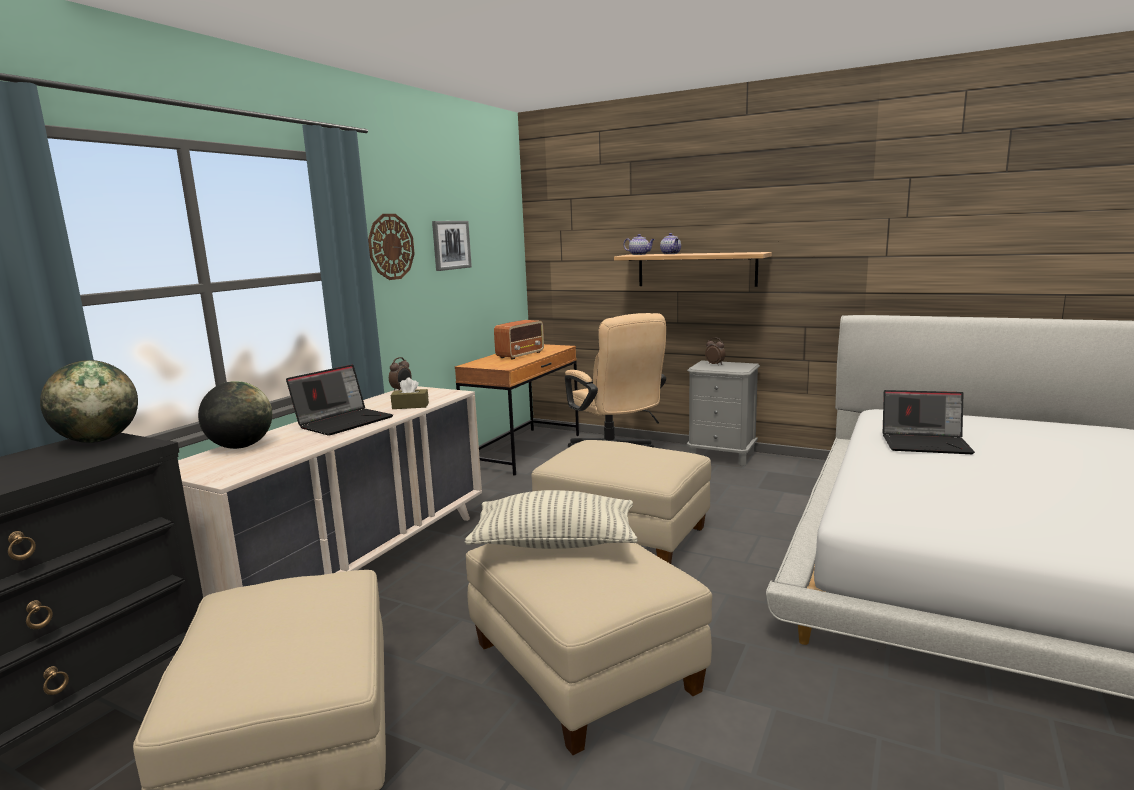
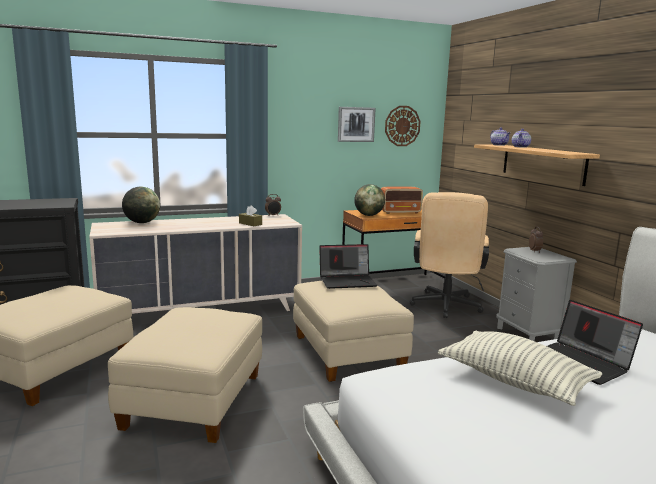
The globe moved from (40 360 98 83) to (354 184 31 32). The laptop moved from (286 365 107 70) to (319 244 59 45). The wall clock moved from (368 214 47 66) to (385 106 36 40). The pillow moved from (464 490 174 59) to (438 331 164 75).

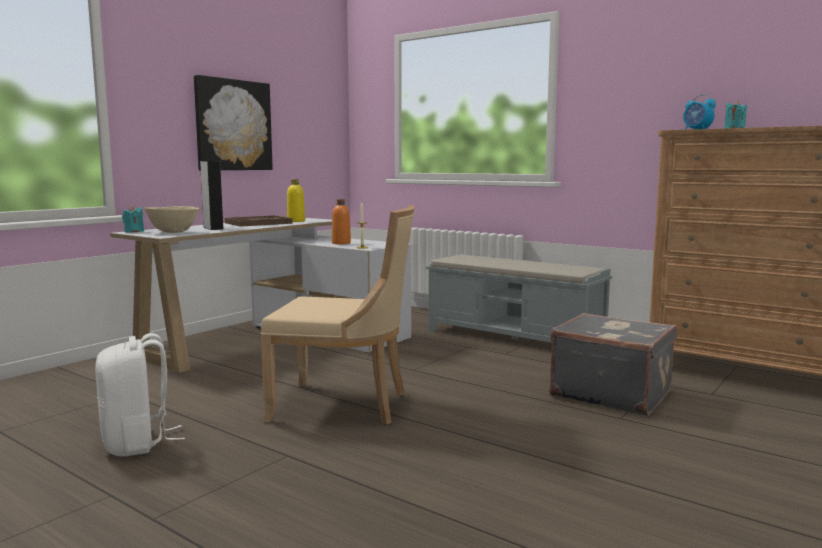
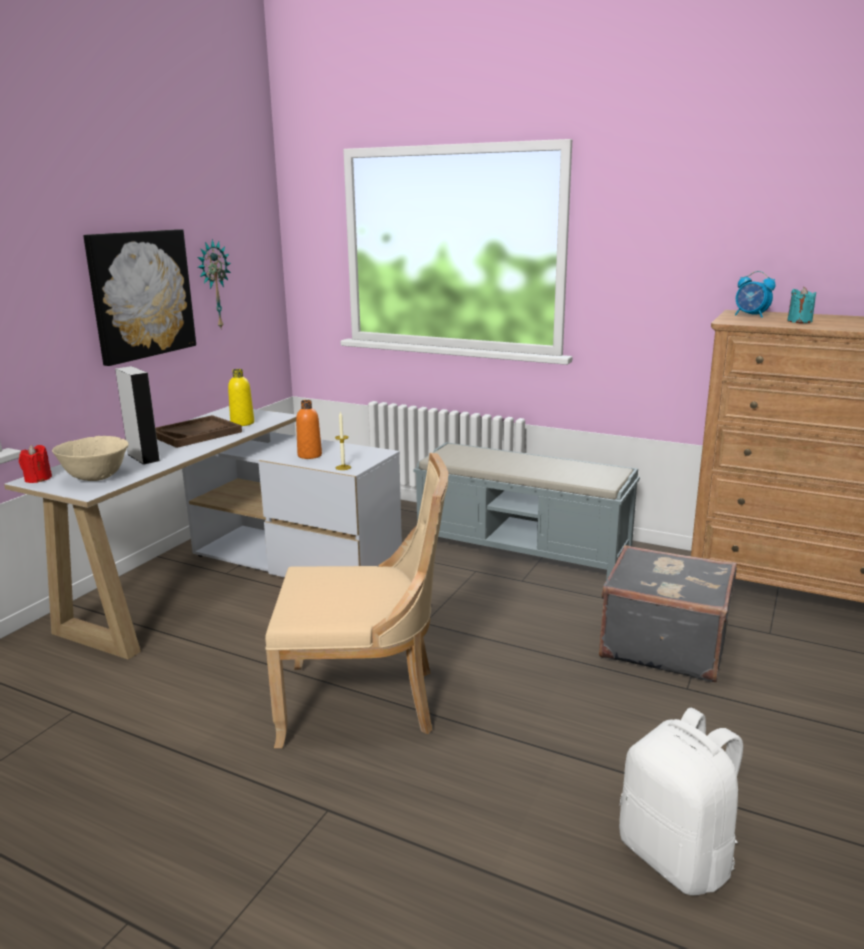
The wall clock at (198 239 33 89) appeared. The backpack (white) moved from (95 333 90 124) to (619 708 124 187). The candle (turquoise) at (122 206 22 27) became the candle (red) at (19 445 33 38).

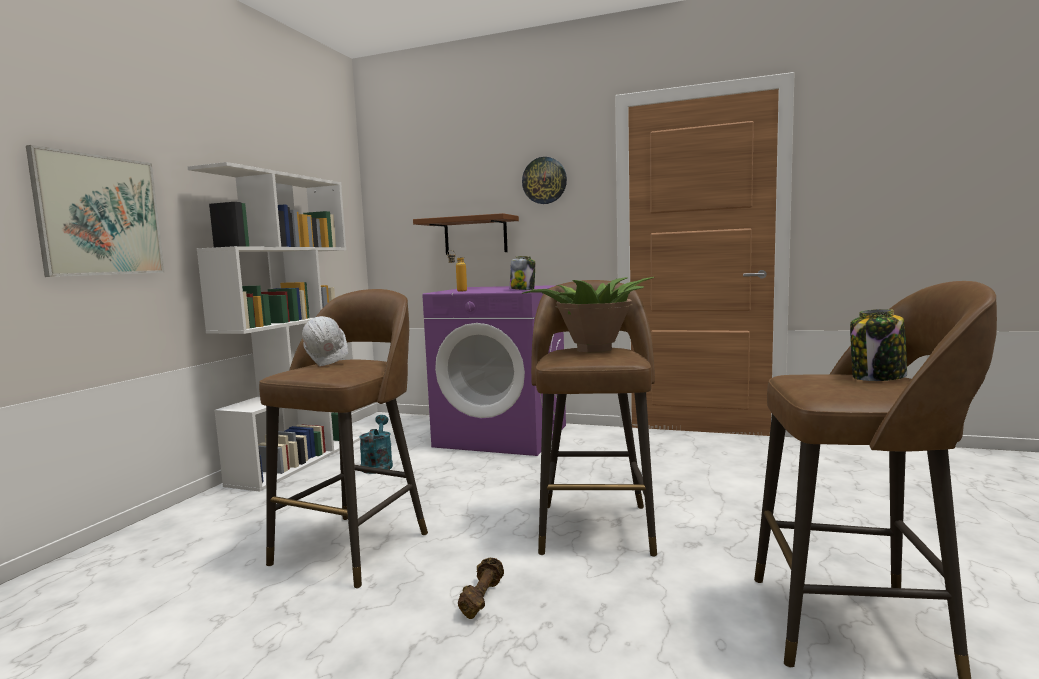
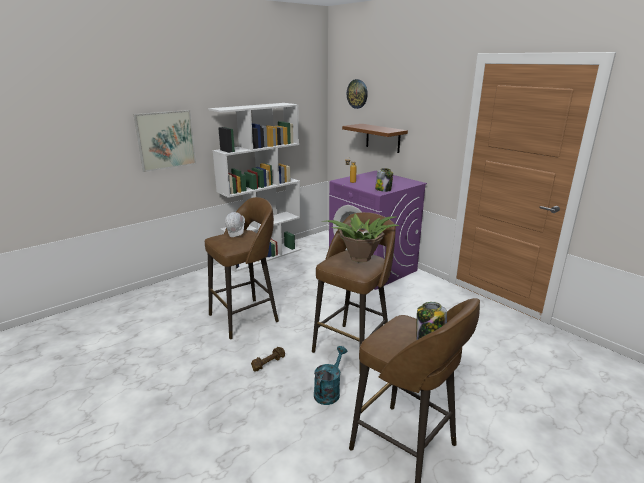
The watering can (turquoise) moved from (360 415 33 59) to (314 346 33 59). The wall clock moved from (522 157 45 47) to (347 79 21 30).

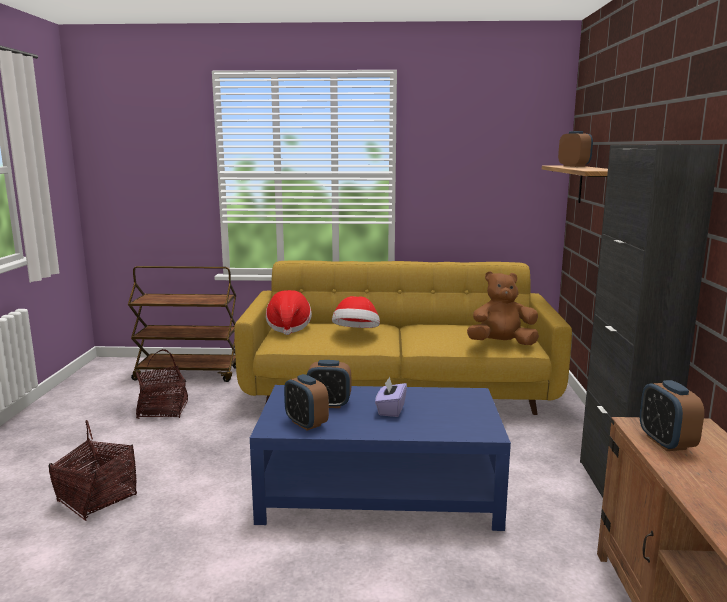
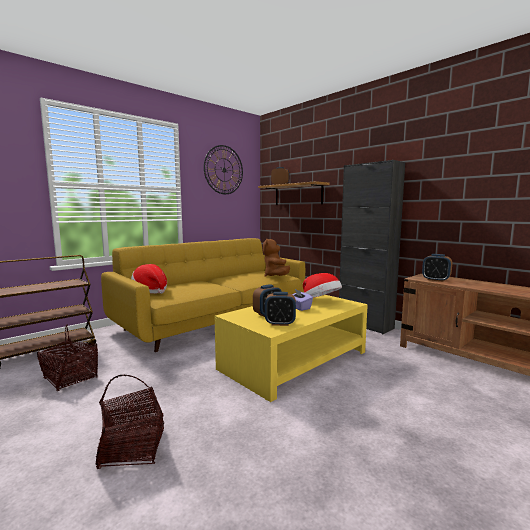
The wall clock at (204 145 39 49) appeared. The hat moved from (332 296 48 32) to (303 273 39 25). The coffee table (blue) at (250 385 261 146) became the coffee table (yellow) at (215 295 153 107). The plush toy (brown) at (467 271 72 74) turned 45 degrees counterclockwise.

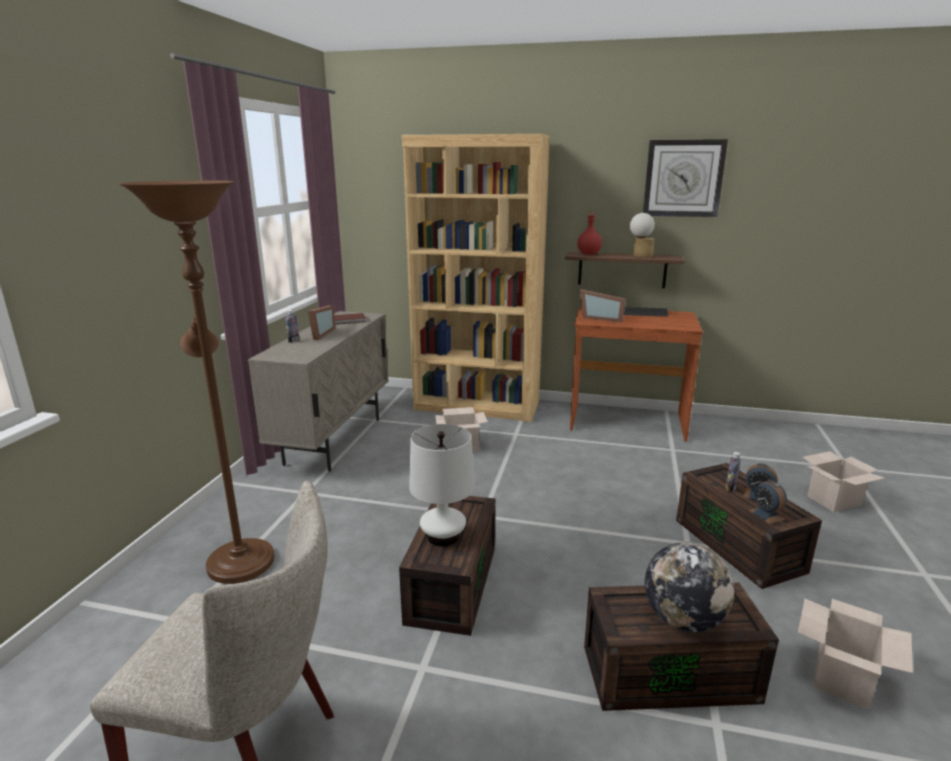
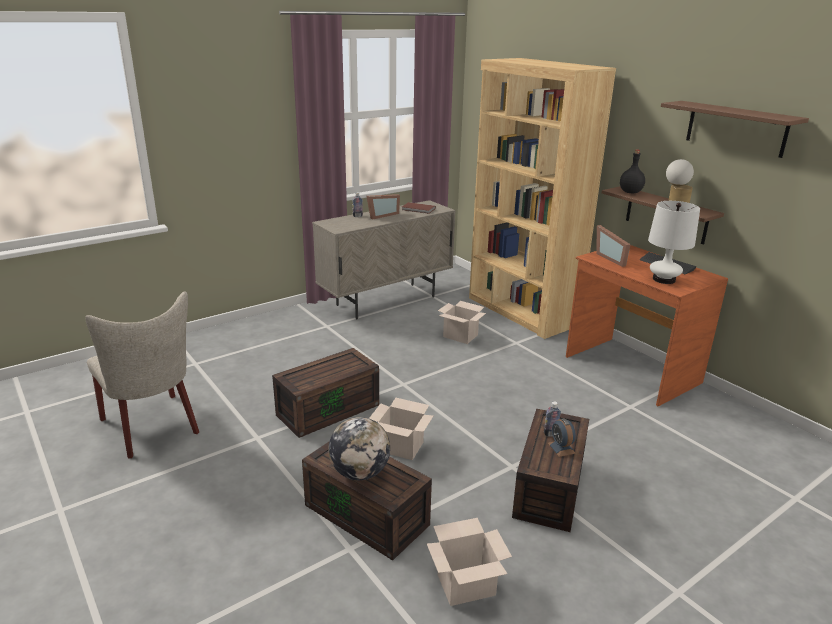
The floor lamp (brown) at (119 180 156 404) disappeared. The alarm clock at (749 480 38 44) disappeared. The table lamp (white) moved from (409 424 66 123) to (648 201 52 83). The cardboard box moved from (802 451 83 61) to (369 398 64 62). The wall clock at (643 139 85 78) was replaced by the shelf (brown) at (661 101 148 57). The bottle (red) at (578 212 24 43) became the bottle (black) at (620 150 25 43).

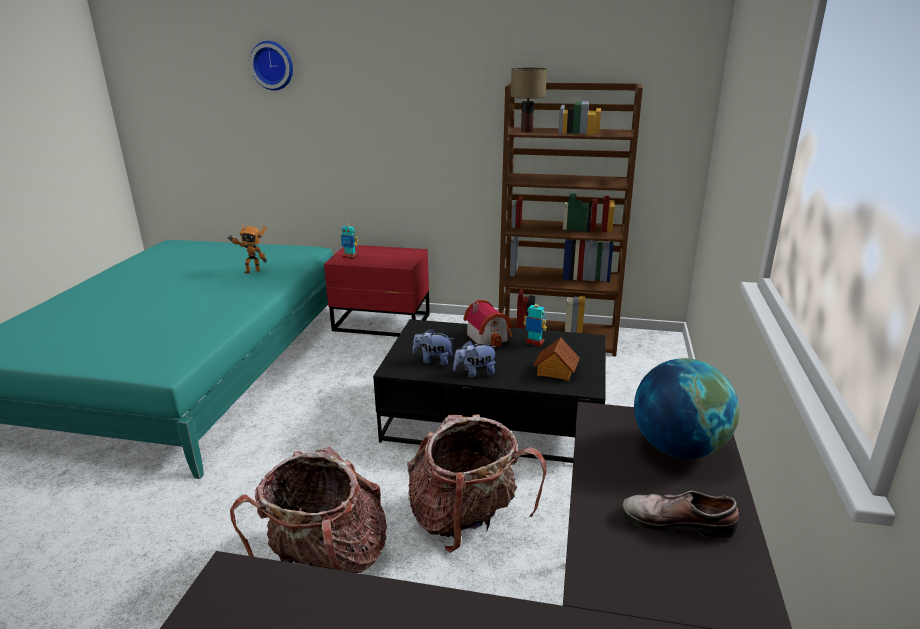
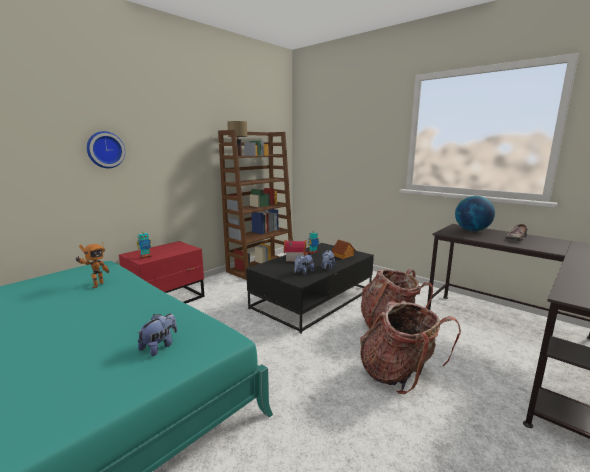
The plush toy at (137 313 40 43) appeared. The wall clock moved from (250 41 43 50) to (87 131 38 37).

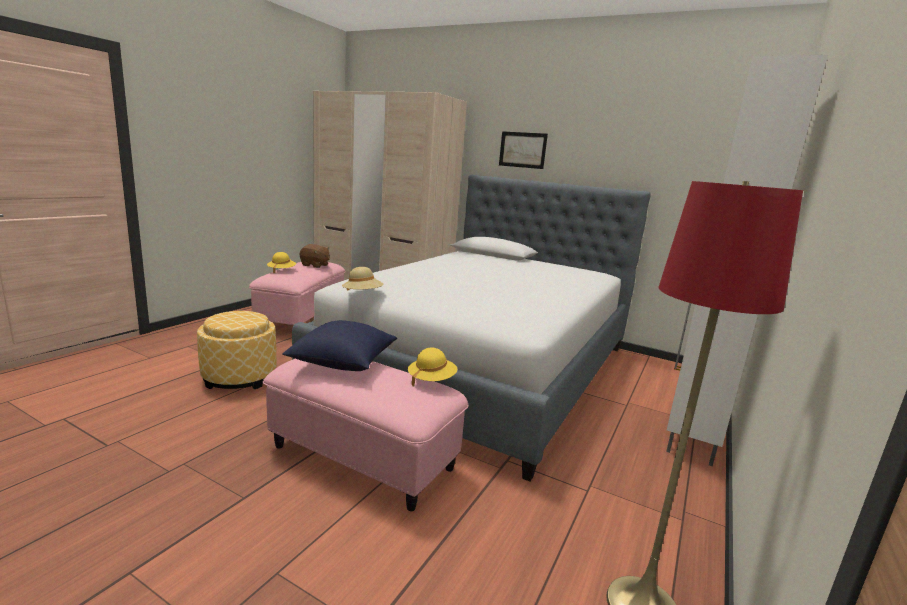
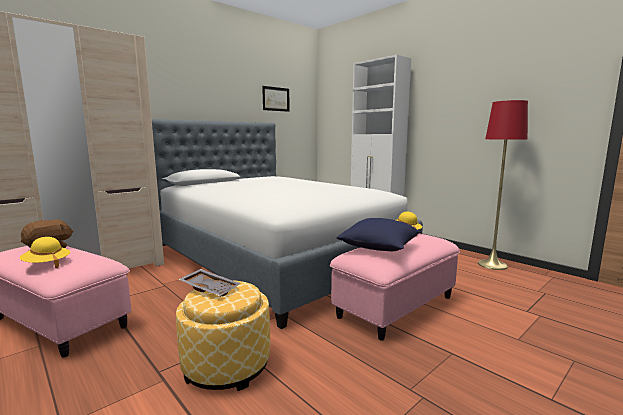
The hat (beige) at (342 267 42 24) disappeared. The tray (grey) at (178 269 63 28) appeared. The picture moved from (499 131 49 38) to (262 86 28 26).

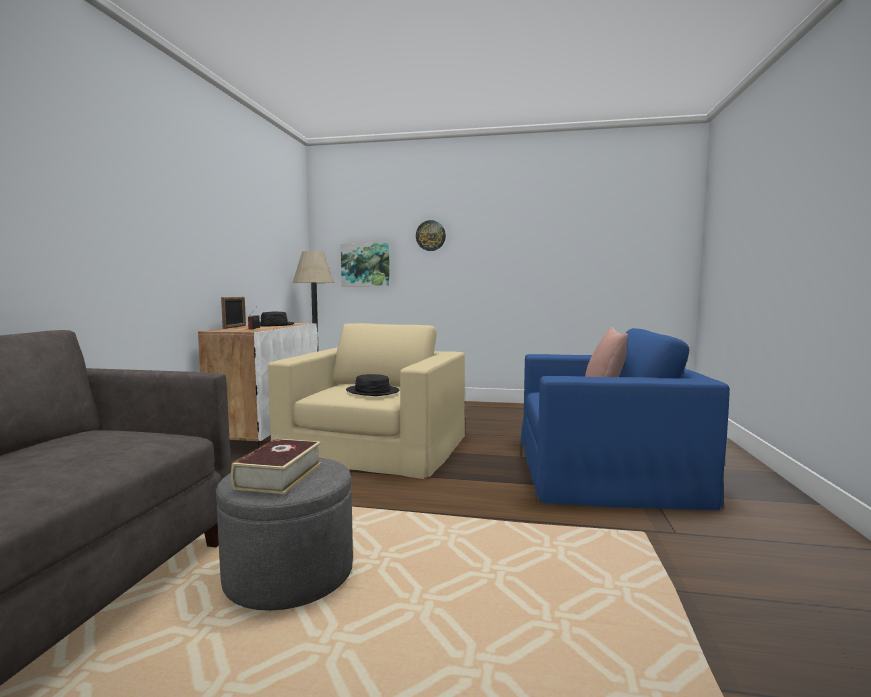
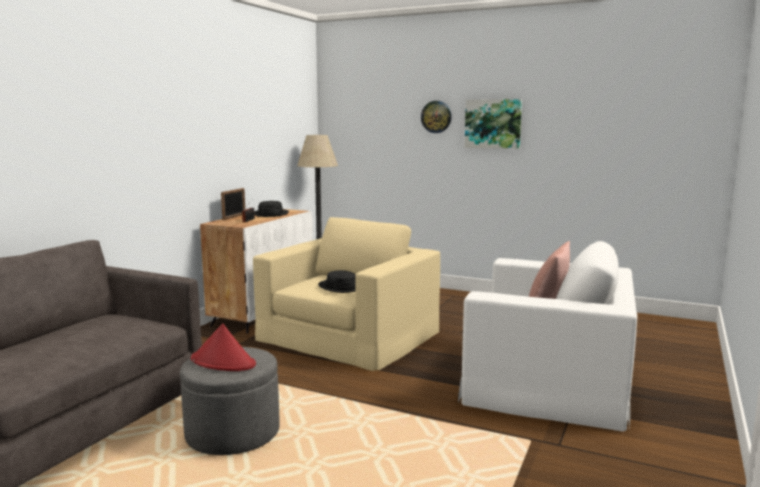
The picture moved from (341 243 49 43) to (464 99 58 50). The book at (231 439 91 55) was replaced by the hat (red) at (191 323 65 48). The armchair (blue) at (521 328 209 183) became the armchair (white) at (458 241 179 191).

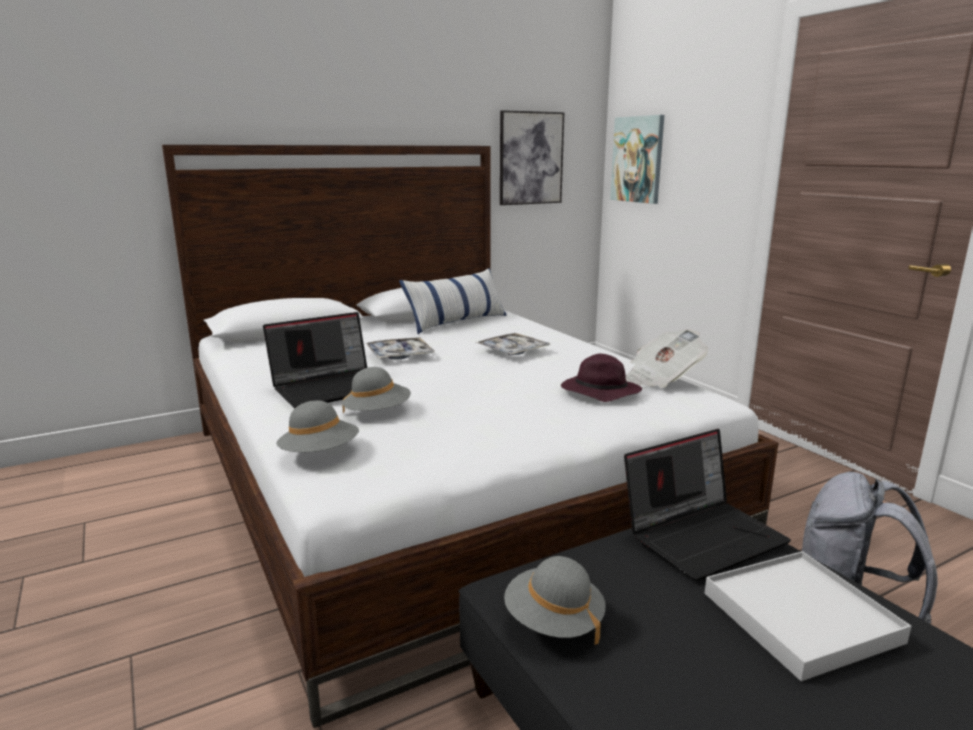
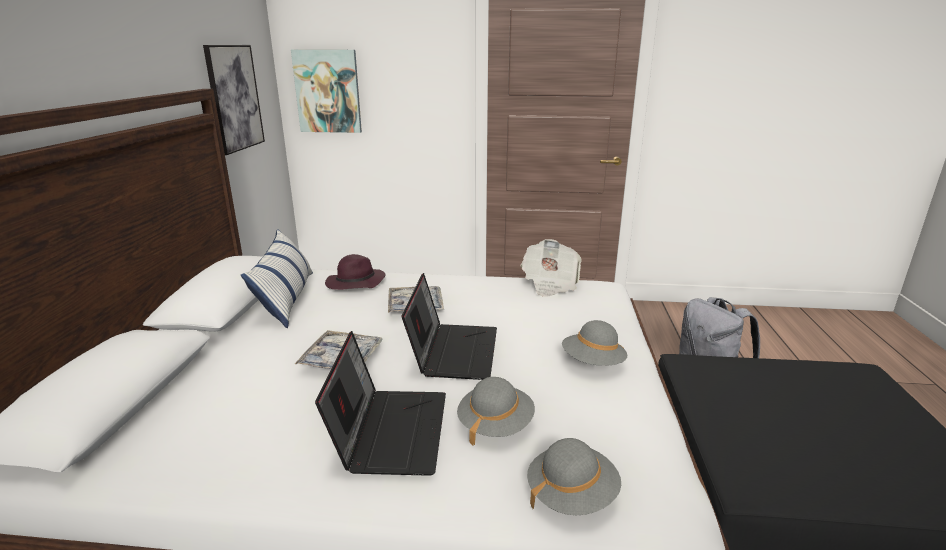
The tray (white) at (705 551 206 130) disappeared. The hat (grey) moved from (504 556 102 89) to (562 320 65 46). The hat (purple) moved from (561 354 81 48) to (325 254 61 36). The laptop moved from (624 429 167 152) to (402 273 95 107).

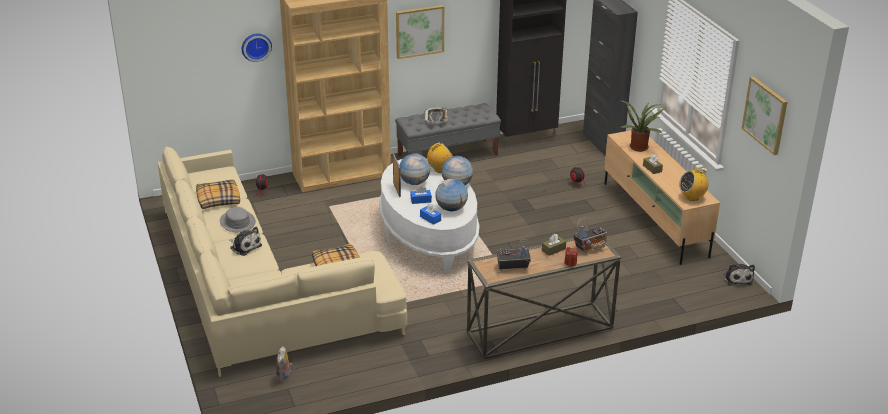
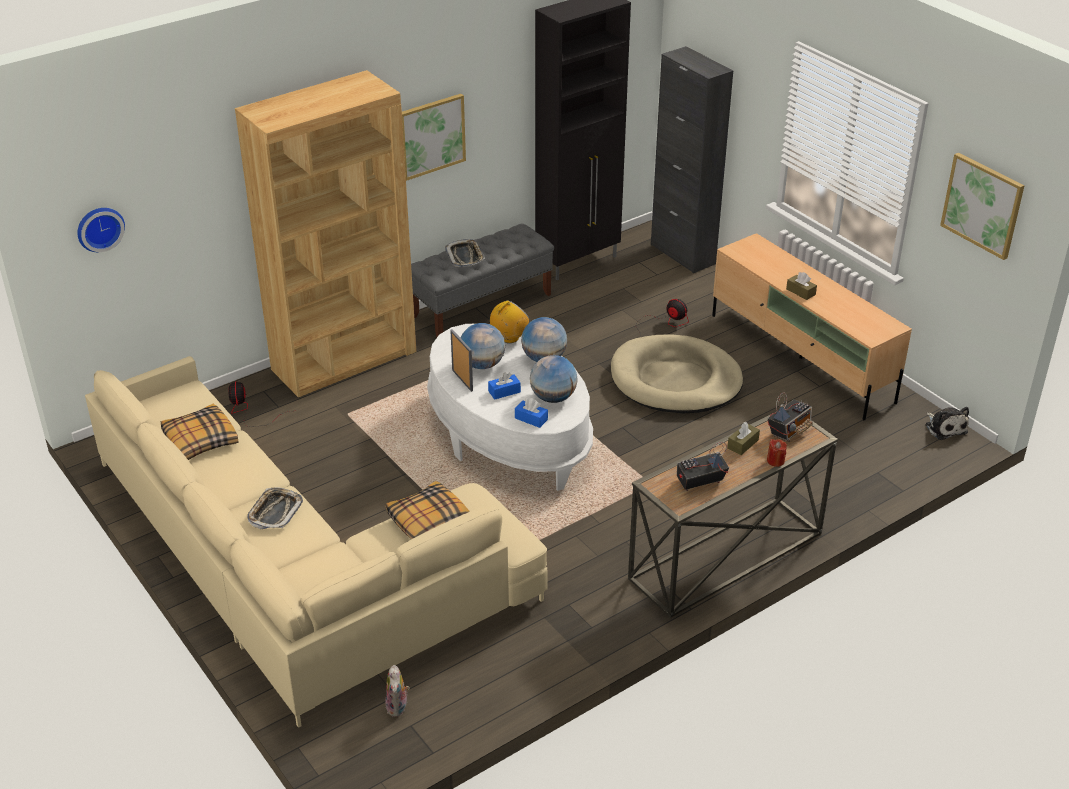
The hat (grey) at (220 207 36 25) disappeared. The potted plant at (620 100 48 52) disappeared. The radio at (679 168 29 33) disappeared. The dog bed (beige) at (611 335 132 78) appeared. The wall clock moved from (242 34 30 28) to (77 208 48 44). The plush toy at (229 226 33 30) was replaced by the tray at (247 487 56 42).

